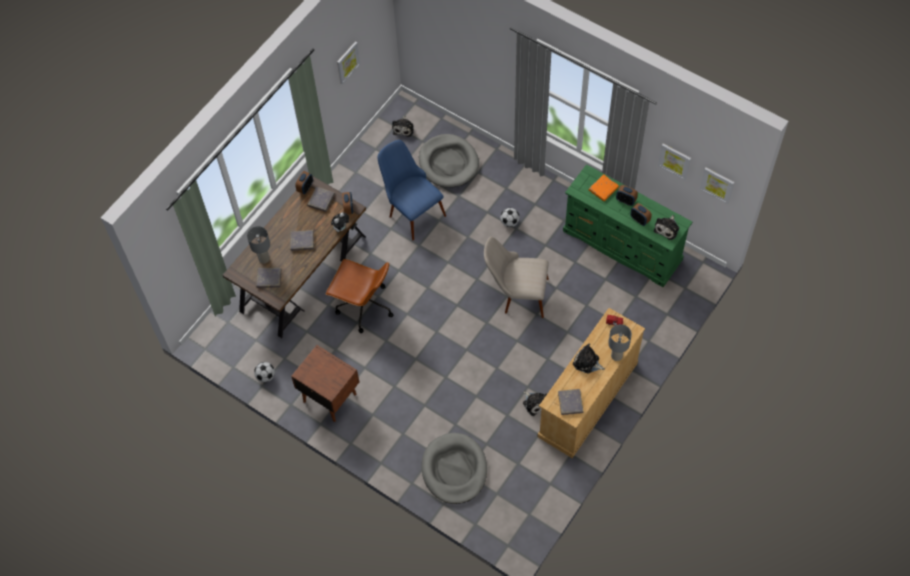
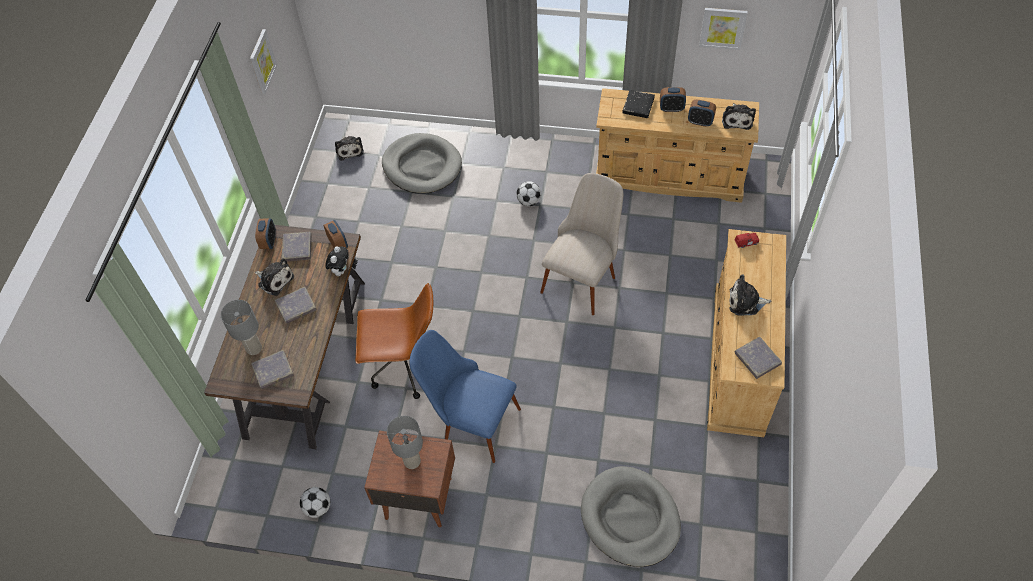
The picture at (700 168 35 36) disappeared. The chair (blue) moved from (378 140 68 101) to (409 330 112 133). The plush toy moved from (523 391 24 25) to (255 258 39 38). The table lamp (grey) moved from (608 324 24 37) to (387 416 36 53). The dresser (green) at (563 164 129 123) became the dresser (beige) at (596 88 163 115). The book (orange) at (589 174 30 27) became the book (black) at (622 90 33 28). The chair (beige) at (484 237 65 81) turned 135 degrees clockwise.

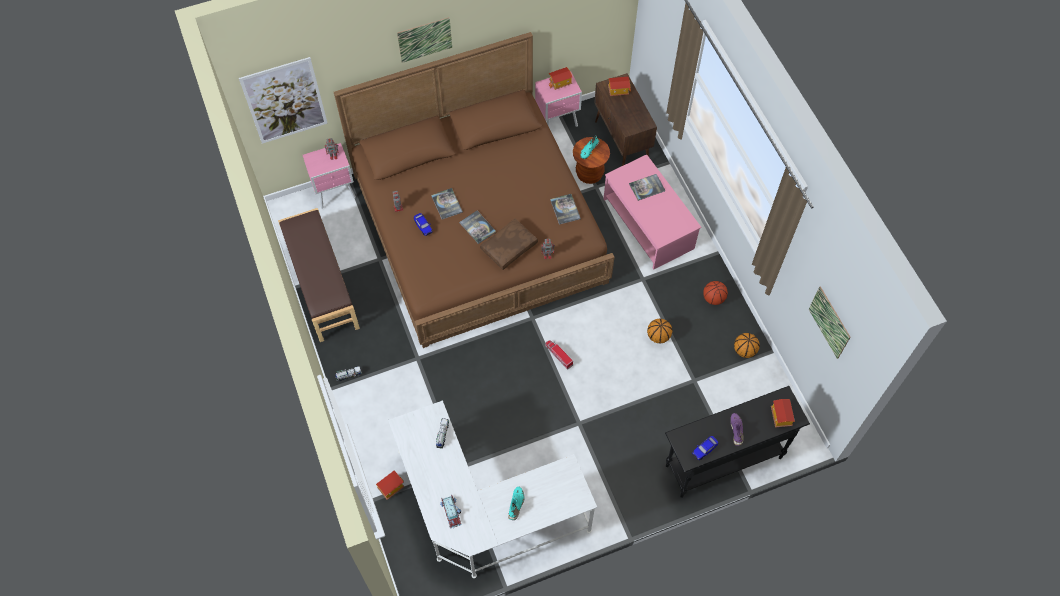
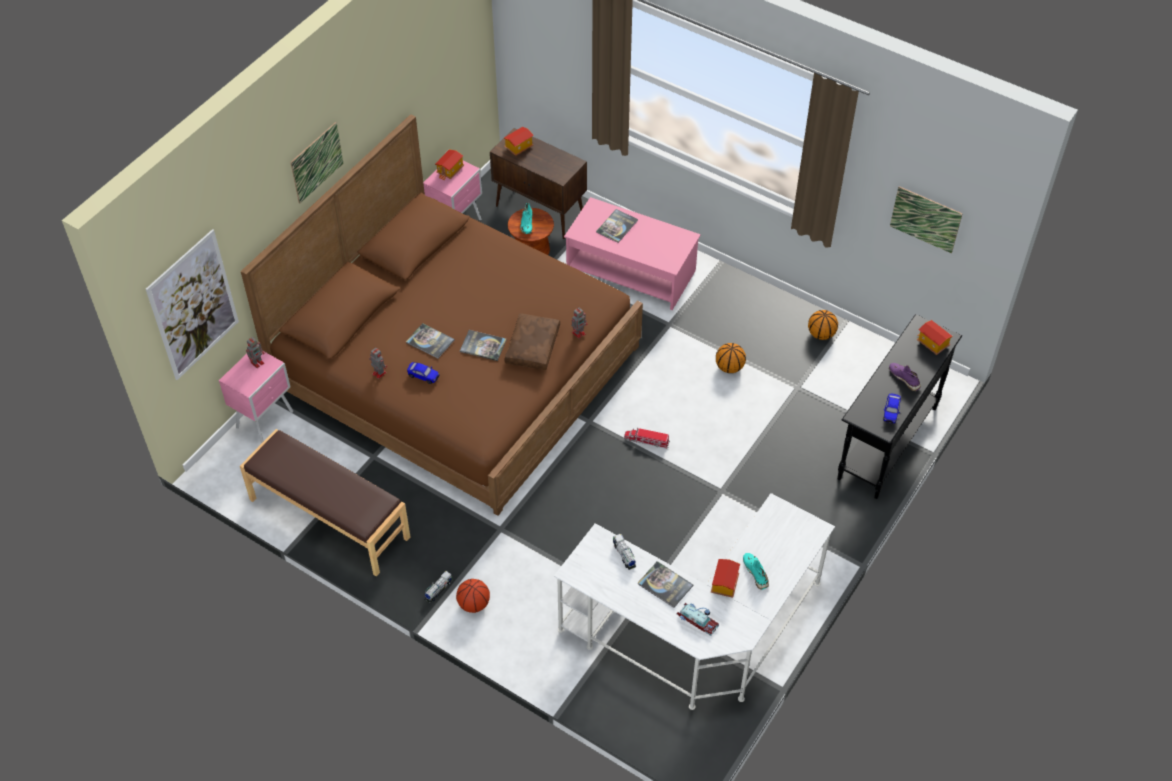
The toy house moved from (376 471 28 29) to (711 559 29 39). The book moved from (550 194 31 31) to (638 561 55 47). The basketball moved from (703 281 25 24) to (456 579 34 34).

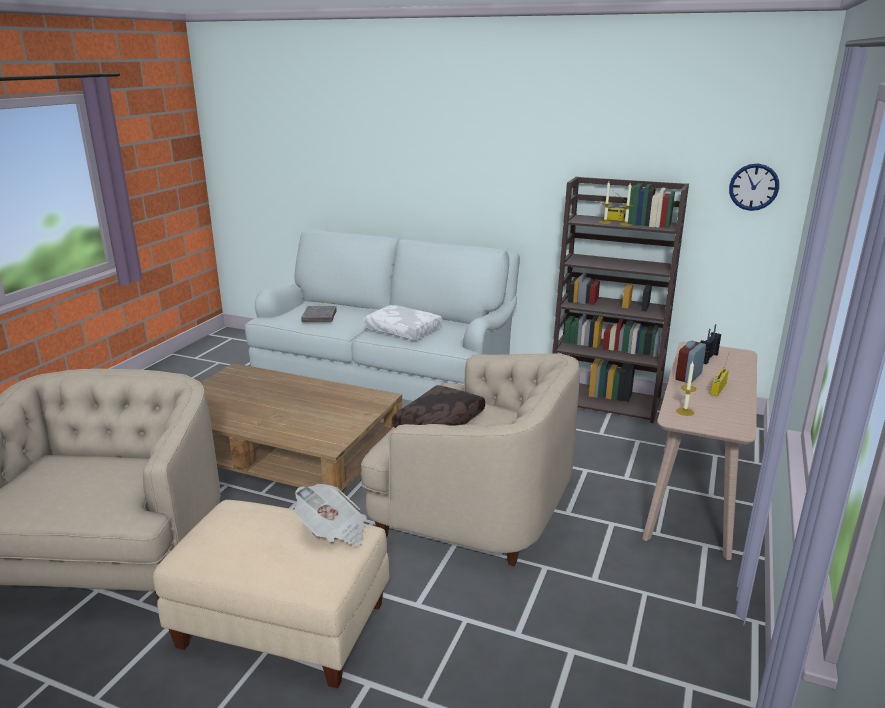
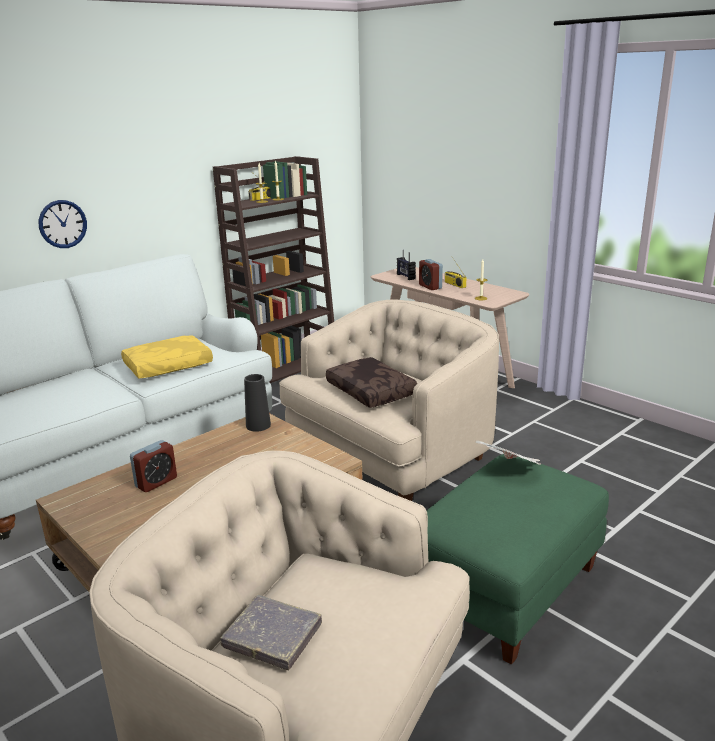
The alarm clock at (130 440 47 52) appeared. The vase (black) at (244 374 27 58) appeared. The book (grey) moved from (301 306 35 16) to (220 595 102 75). The wall clock moved from (729 164 50 47) to (38 200 49 48). The ottoman (beige) at (153 500 237 188) became the ottoman (green) at (426 454 183 211). The pillow (white) at (363 305 79 35) became the pillow (yellow) at (121 335 92 43).

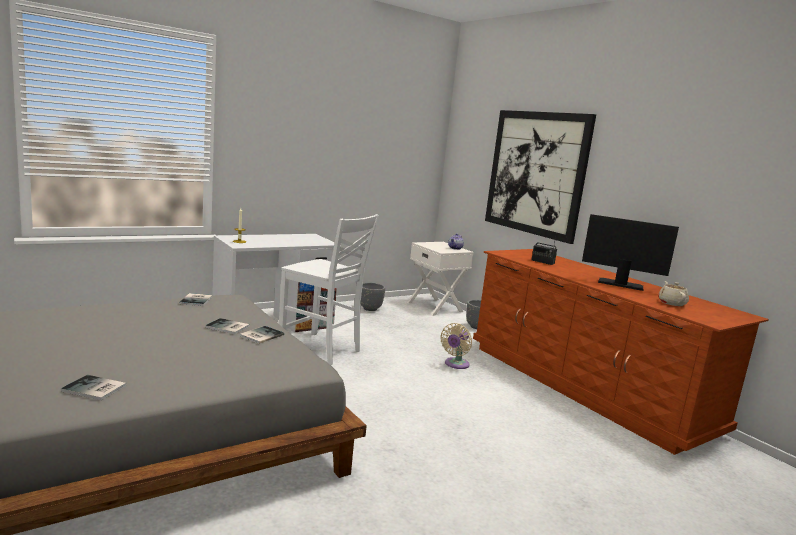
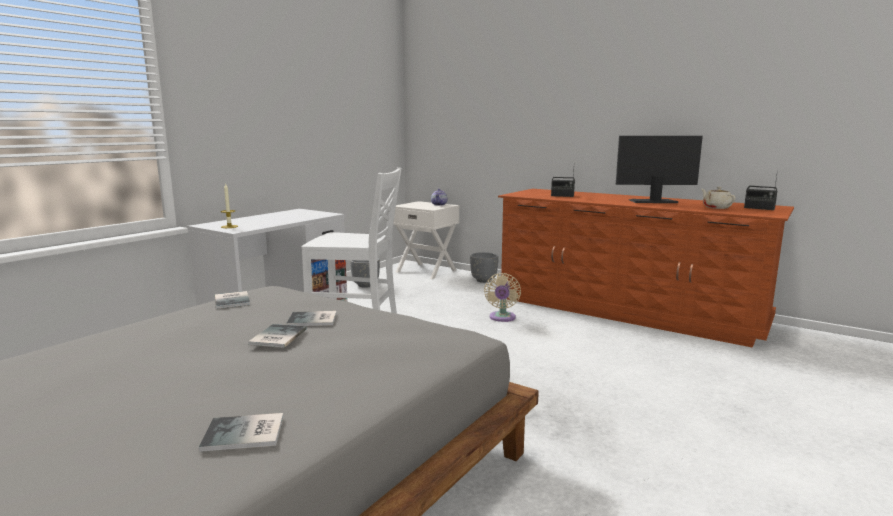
The picture at (485 110 111 134) disappeared. The radio at (744 170 34 40) appeared. The book moved from (240 326 44 18) to (248 324 58 24).

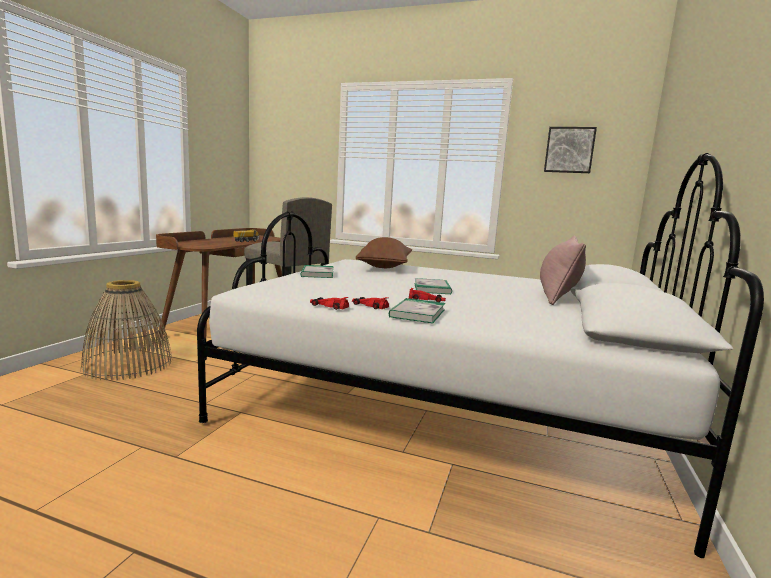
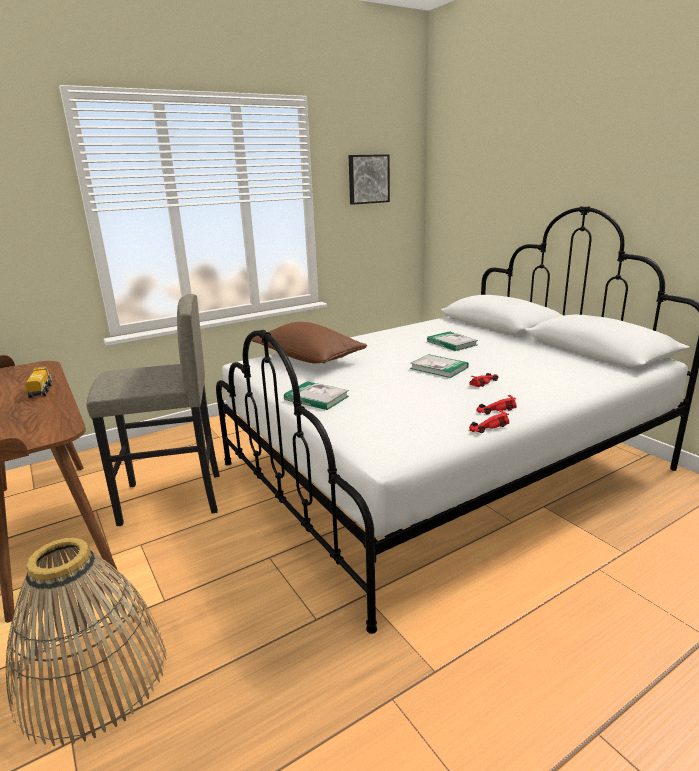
The pillow (pink) at (540 236 46 69) disappeared. The book moved from (389 298 56 25) to (427 331 51 20).

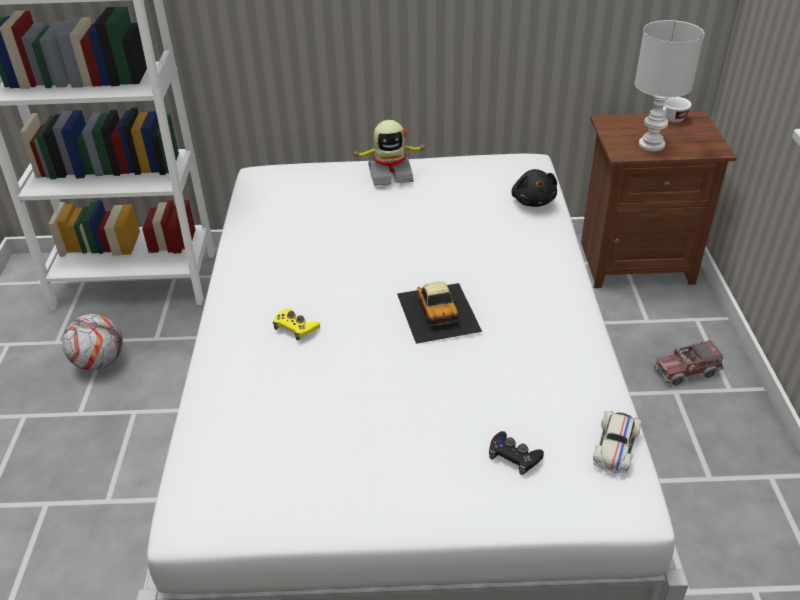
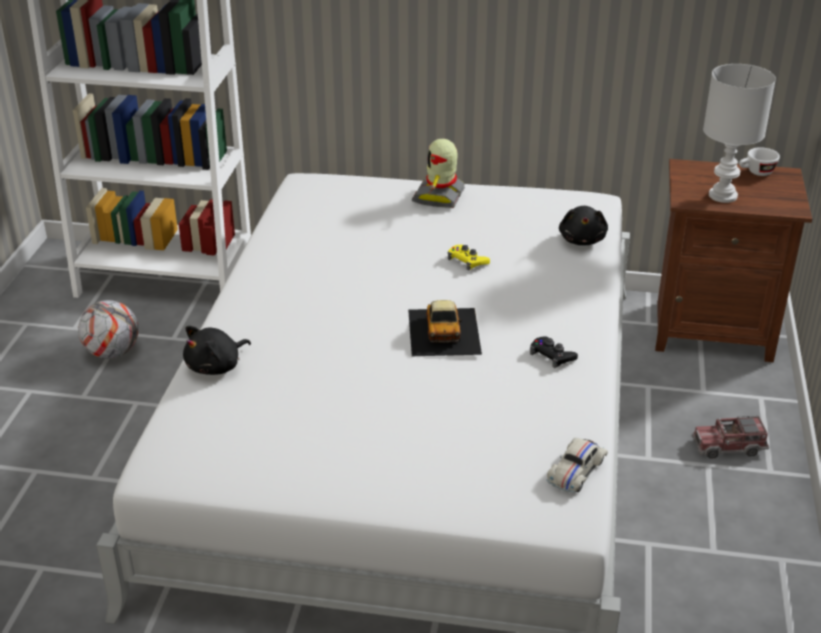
The plush toy (black) at (183 326 68 49) appeared. The game controller (yellow) moved from (273 309 47 32) to (447 245 43 26). The game controller (black) moved from (489 431 55 44) to (530 336 48 32). The toy robot at (350 120 78 66) turned 105 degrees clockwise.

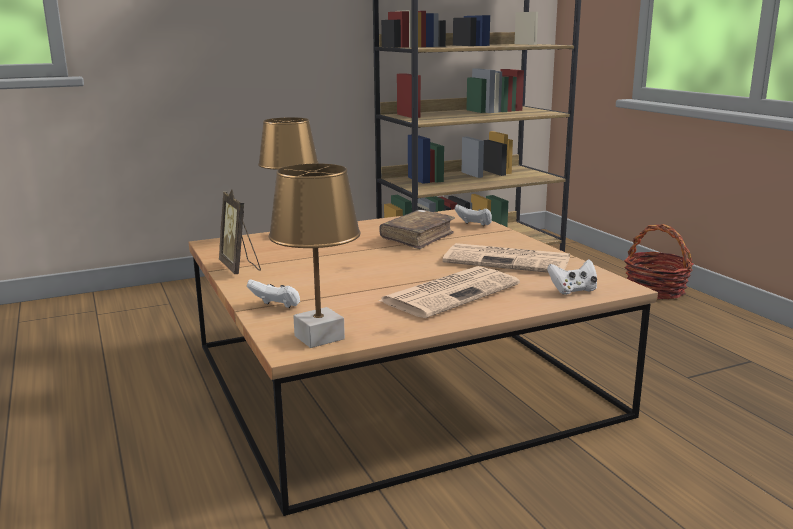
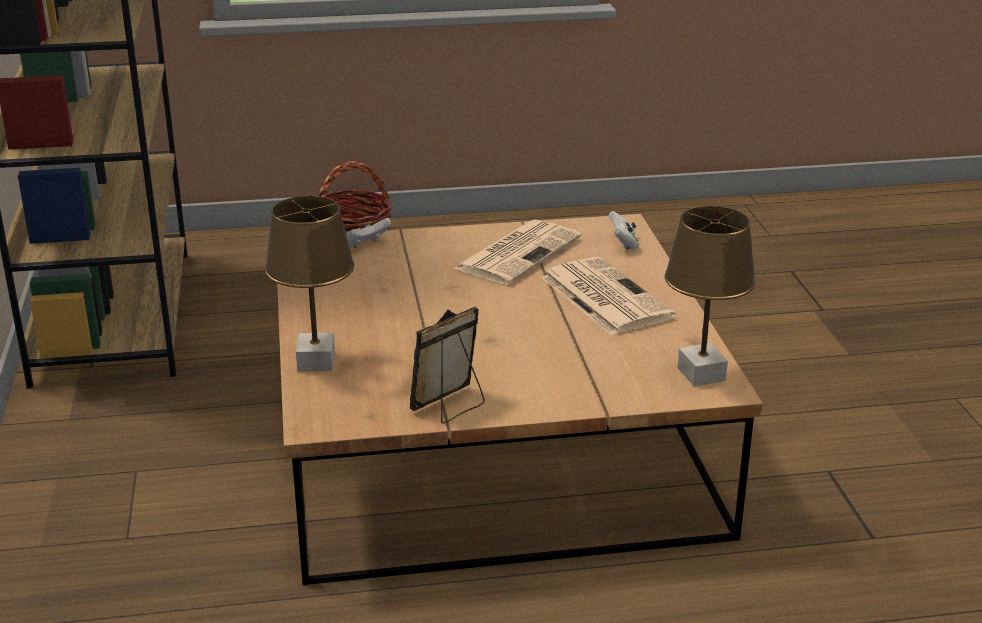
The game controller (white) at (247 279 53 29) disappeared. The book (brown) at (379 210 76 39) disappeared. The picture frame at (219 189 42 85) turned 150 degrees clockwise.

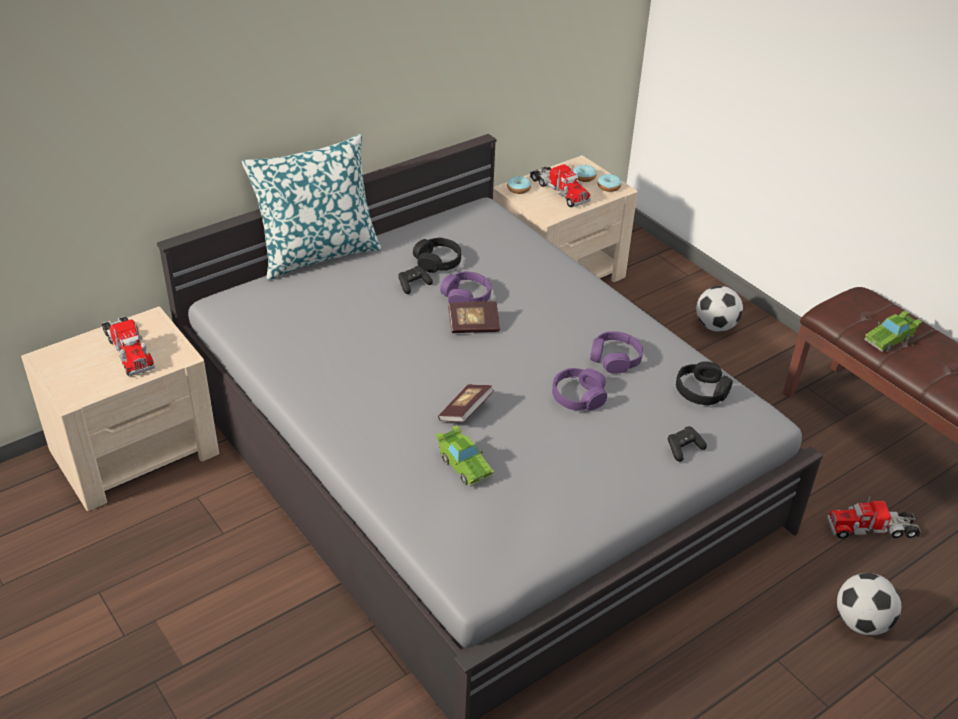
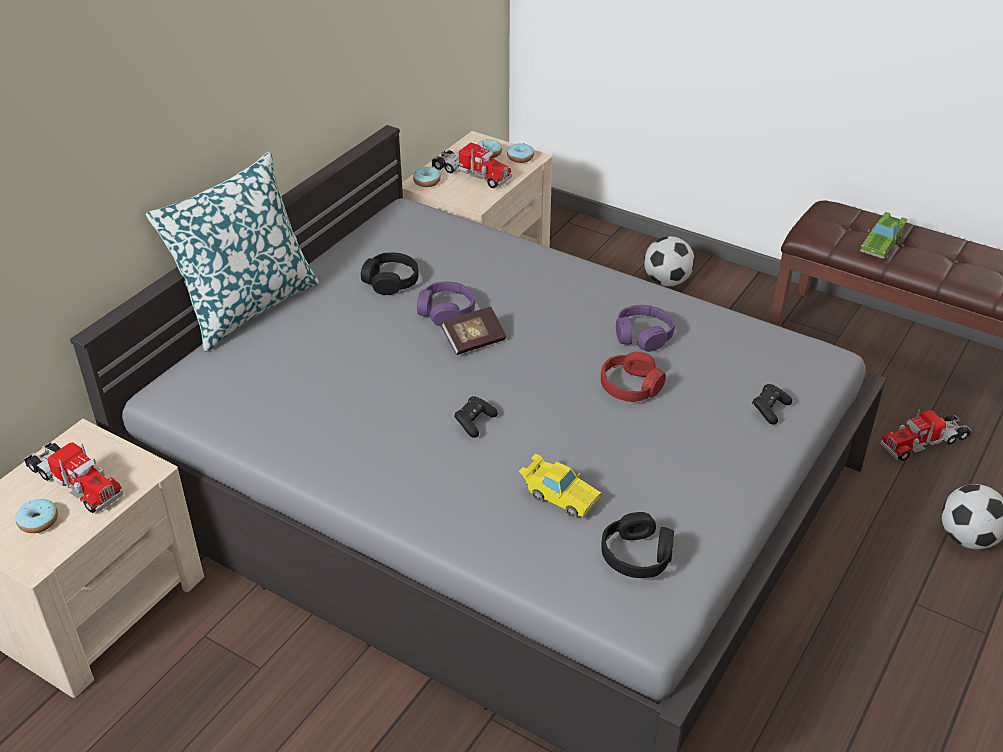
The book at (438 384 56 38) disappeared. The donut at (15 499 43 34) appeared. The game controller (black) moved from (398 266 35 28) to (454 396 44 42). The headphones (black) moved from (676 361 57 44) to (601 512 73 66). The toy car (green) at (435 425 59 62) became the toy car (yellow) at (519 454 82 65). The headphones (purple) at (552 368 55 42) became the headphones (red) at (601 352 65 50).

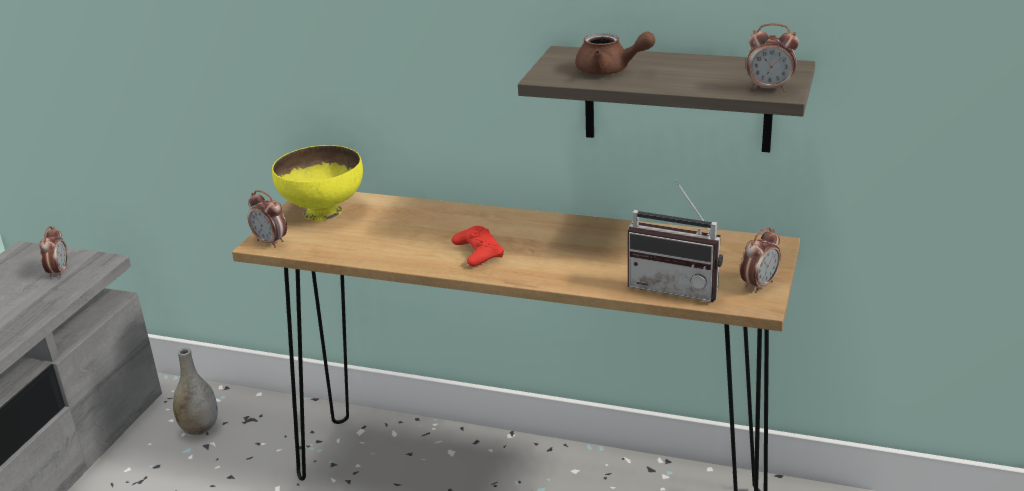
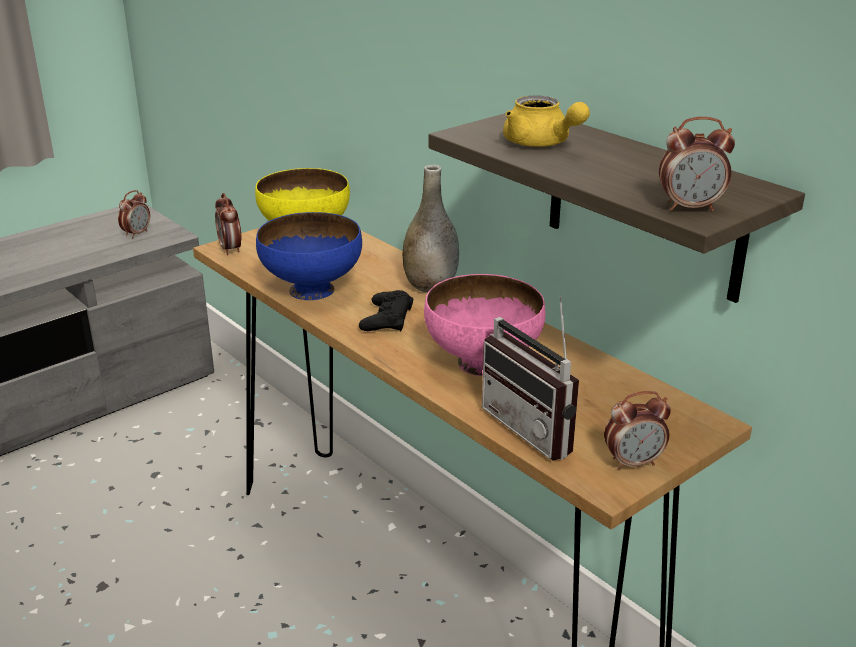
The bowl (blue) at (256 212 106 88) appeared. The bowl (pink) at (424 274 122 102) appeared. The vase (grey) moved from (173 348 45 87) to (402 165 57 128). The game controller (red) at (452 226 52 40) became the game controller (black) at (359 290 54 42). The teapot (brown) at (575 32 80 43) became the teapot (yellow) at (503 96 87 51). The alarm clock at (746 23 53 69) turned 45 degrees counterclockwise.

